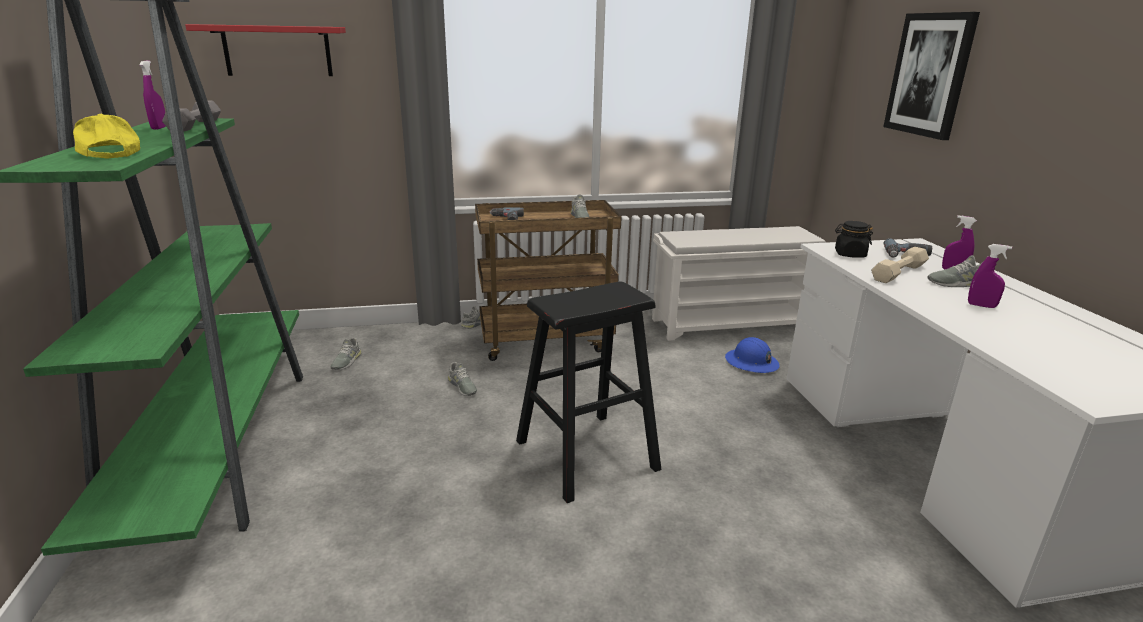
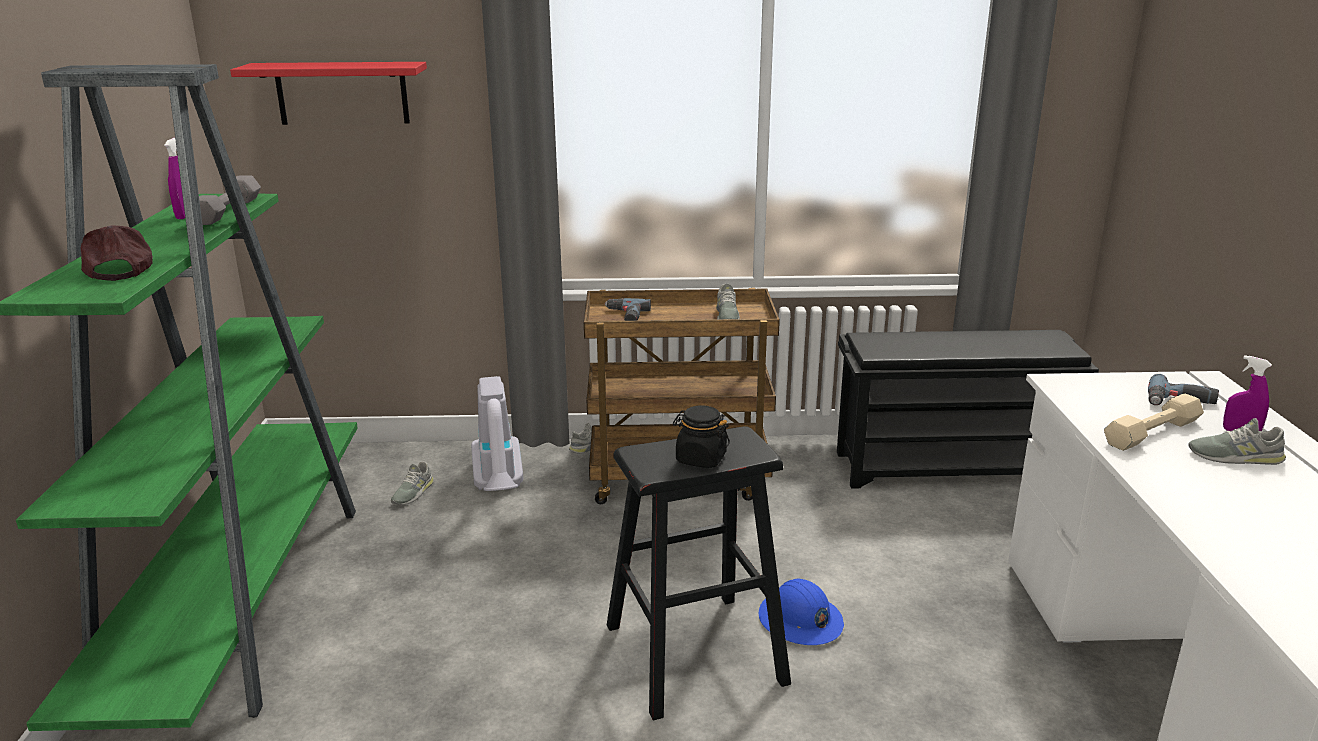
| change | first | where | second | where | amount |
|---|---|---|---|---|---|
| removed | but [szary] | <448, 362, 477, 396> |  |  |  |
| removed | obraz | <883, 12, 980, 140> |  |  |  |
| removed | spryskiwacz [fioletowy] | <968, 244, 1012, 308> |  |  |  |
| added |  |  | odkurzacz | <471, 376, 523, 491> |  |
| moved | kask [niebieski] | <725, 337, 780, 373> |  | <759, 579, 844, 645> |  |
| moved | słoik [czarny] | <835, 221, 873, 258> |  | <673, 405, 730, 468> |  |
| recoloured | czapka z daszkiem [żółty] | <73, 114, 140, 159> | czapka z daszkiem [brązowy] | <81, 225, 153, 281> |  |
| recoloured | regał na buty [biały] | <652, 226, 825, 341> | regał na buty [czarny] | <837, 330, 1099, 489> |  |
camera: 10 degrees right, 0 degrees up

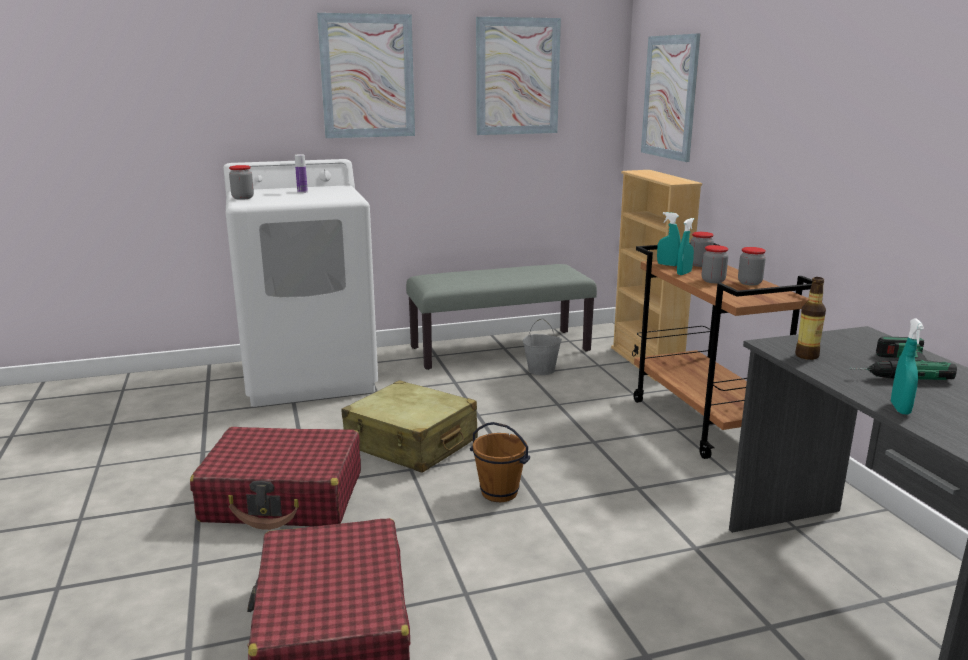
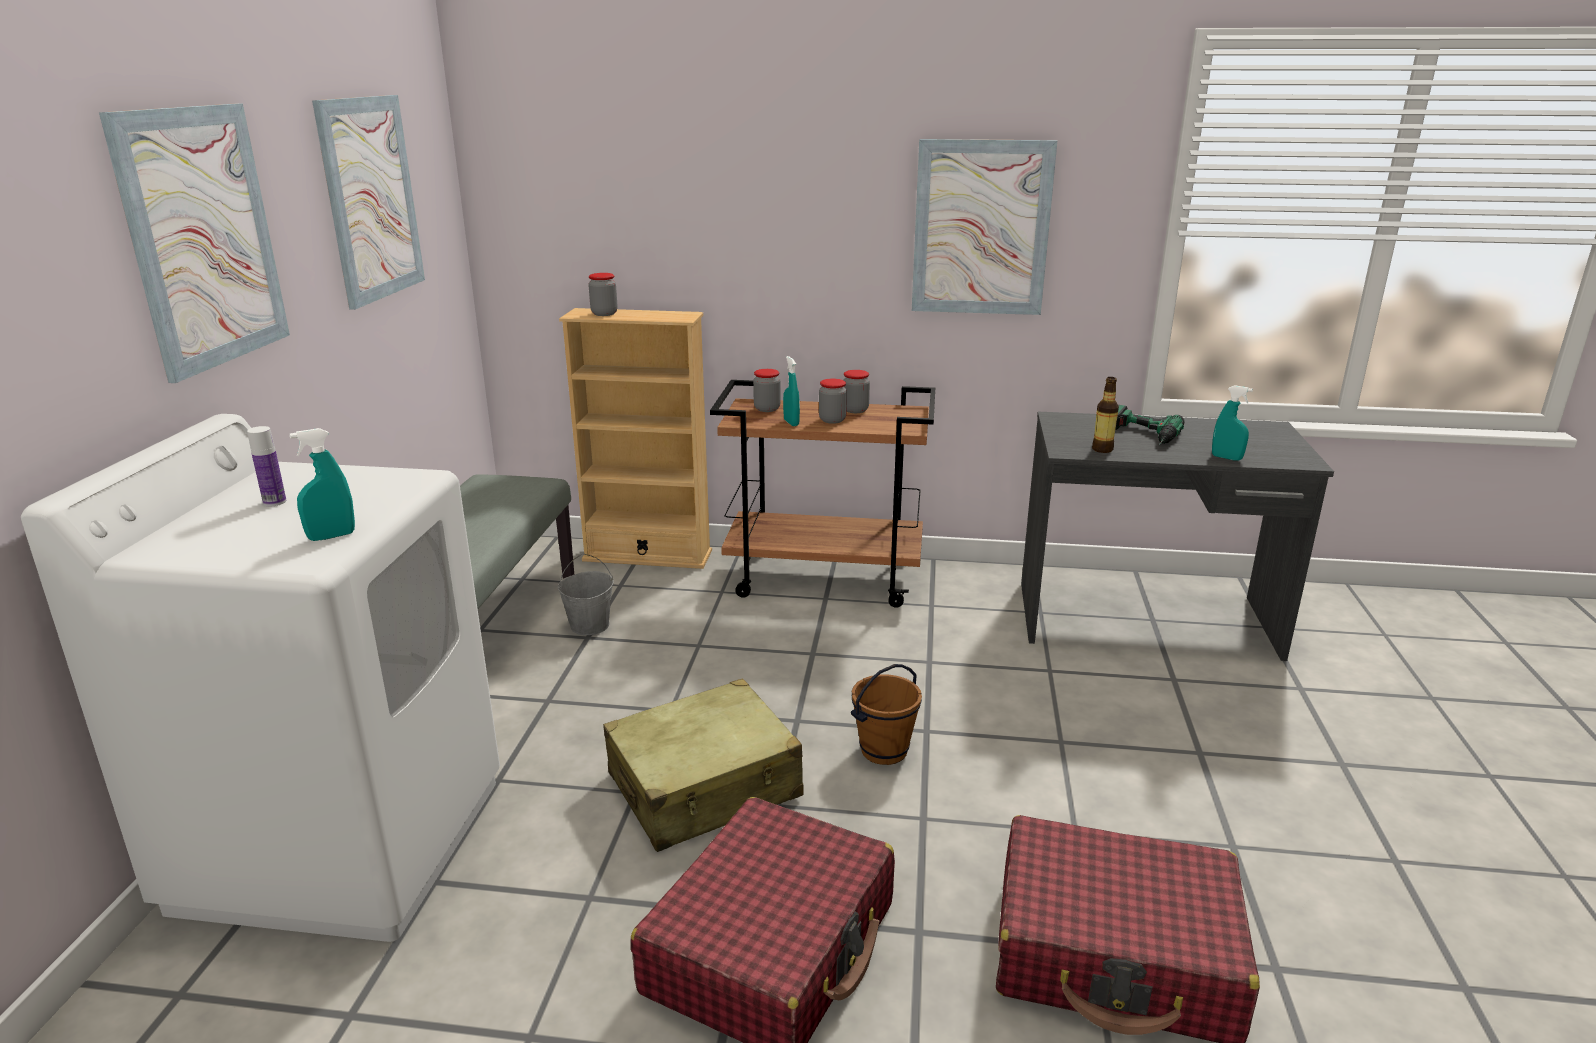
| change | first | where | second | where | amount |
|---|---|---|---|---|---|
| moved | słoik | <229, 165, 254, 200> |  | <588, 273, 618, 316> |  |
| moved | obraz | <641, 34, 700, 162> |  | <912, 139, 1057, 315> |  |
| moved | spryskiwacz [turkusowy] | <657, 212, 681, 266> |  | <289, 428, 355, 541> |  |
camera: 65 degrees left, 5 degrees up

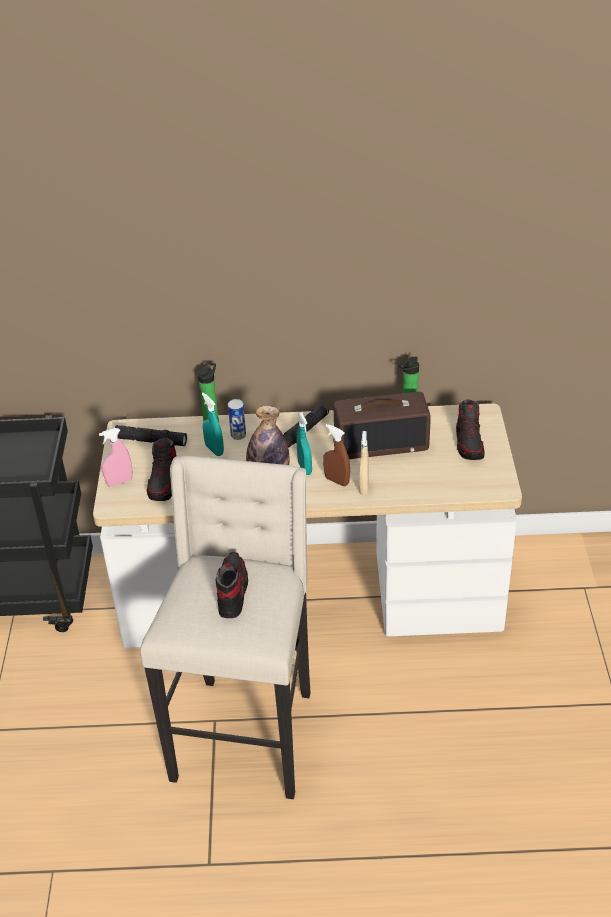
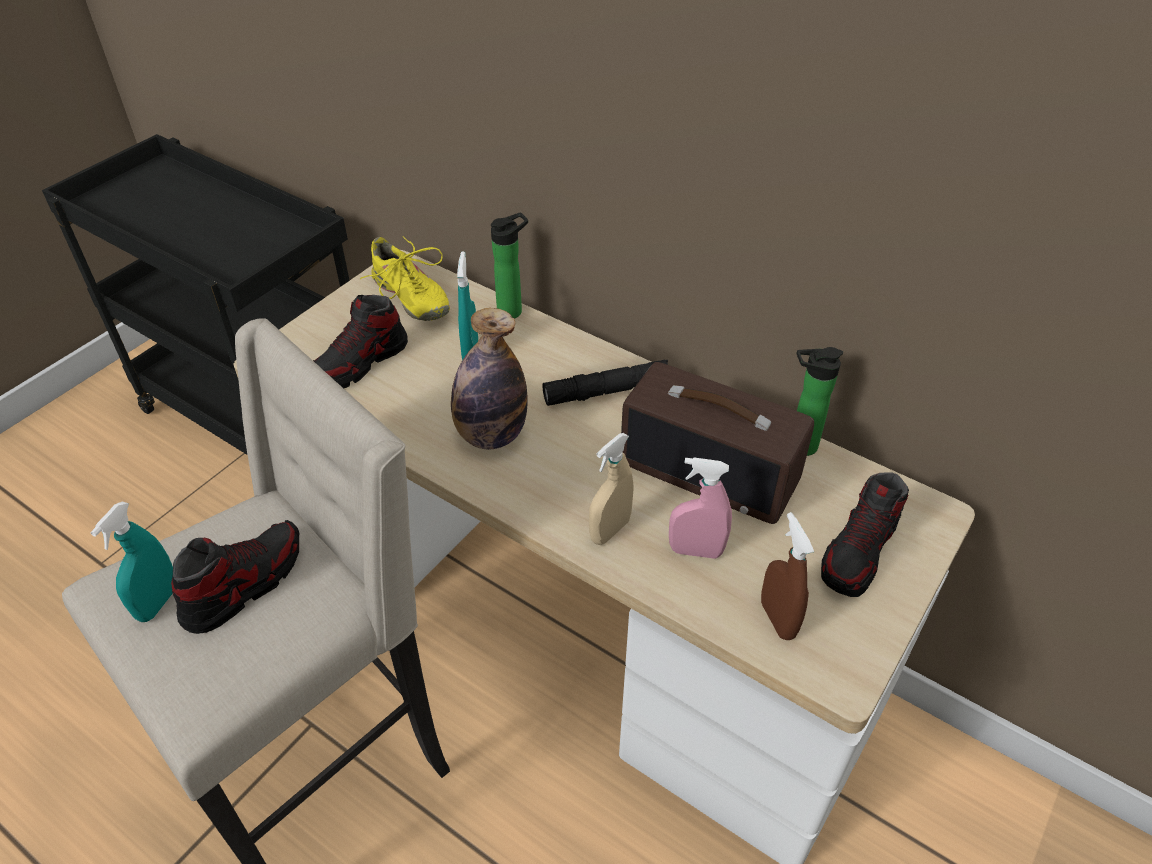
| change | first | where | second | where | amount |
|---|---|---|---|---|---|
| removed | puszka | <228, 399, 246, 440> |  |  |  |
| moved | spryskiwacz [różowy] | <99, 428, 133, 487> |  | <669, 457, 732, 559> |  |
| moved | spryskiwacz [turkusowy] | <297, 412, 312, 475> |  | <91, 502, 173, 622> |  |
| moved | spryskiwacz [brązowy] | <323, 424, 350, 486> |  | <761, 512, 814, 640> |  |
| replaced | latarka [czarny] | <115, 425, 187, 446> | but [żółty] | <360, 236, 450, 321> |  |
camera: 35 degrees right, 5 degrees up

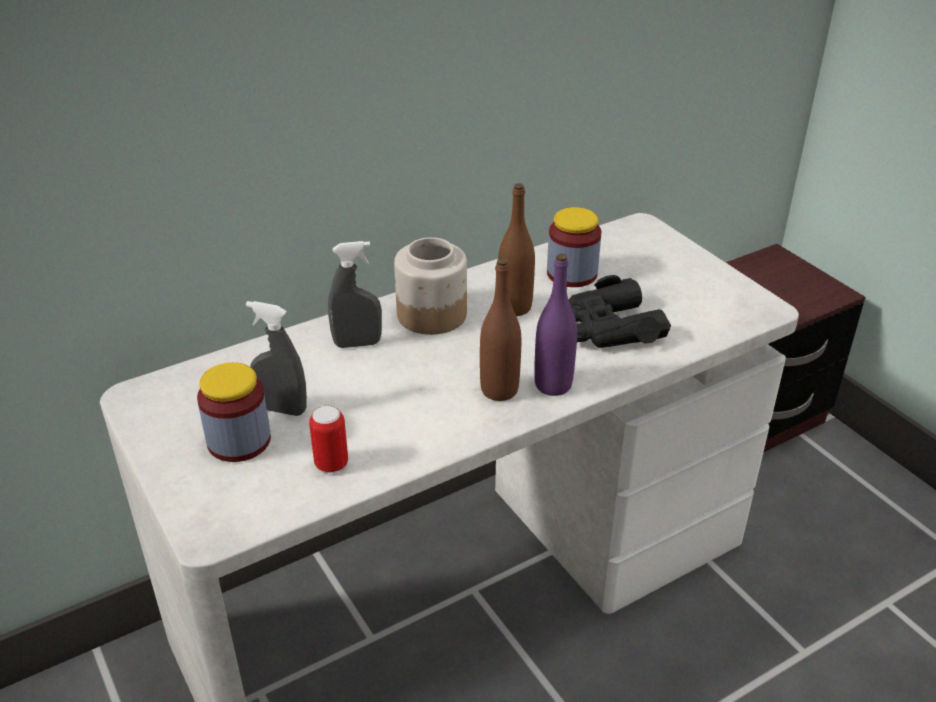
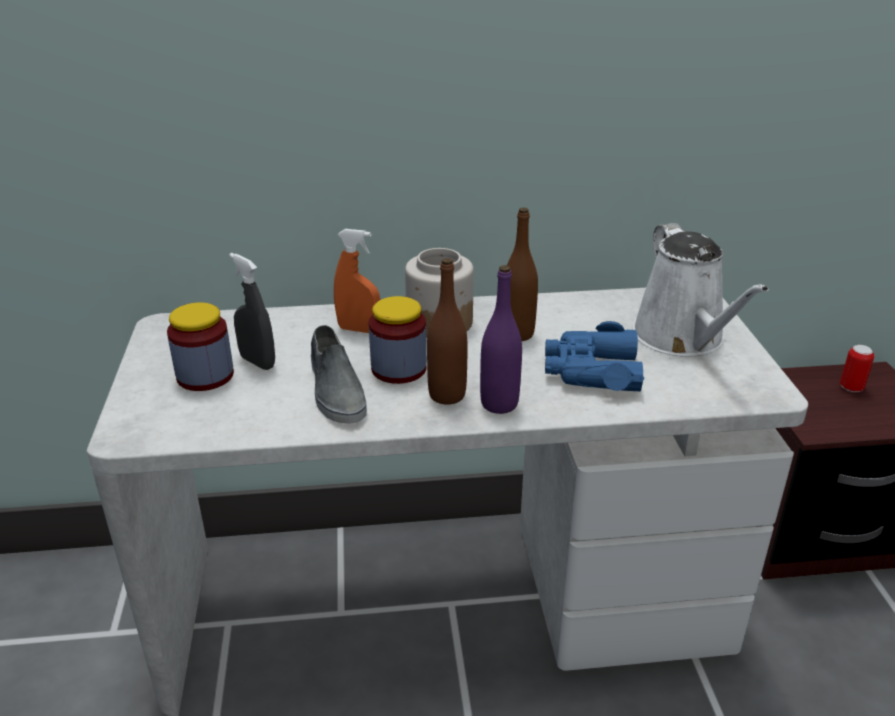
| change | first | where | second | where | amount |
|---|---|---|---|---|---|
| added |  |  | but [szary] | <311, 325, 367, 424> |  |
| added |  |  | konewka [biały] | <632, 223, 769, 357> |  |
| moved | puszka | <309, 406, 348, 473> |  | <840, 345, 874, 392> |  |
| moved | słoik | <547, 207, 601, 287> |  | <369, 296, 427, 384> |  |
| recoloured | spryskiwacz [szary] | <328, 241, 382, 348> | spryskiwacz [pomarańczowy] | <334, 229, 380, 333> |  |
| recoloured | lornetka [czarny] | <569, 275, 671, 348> | lornetka [niebieski] | <545, 321, 644, 392> |  |
camera: 25 degrees right, 5 degrees down

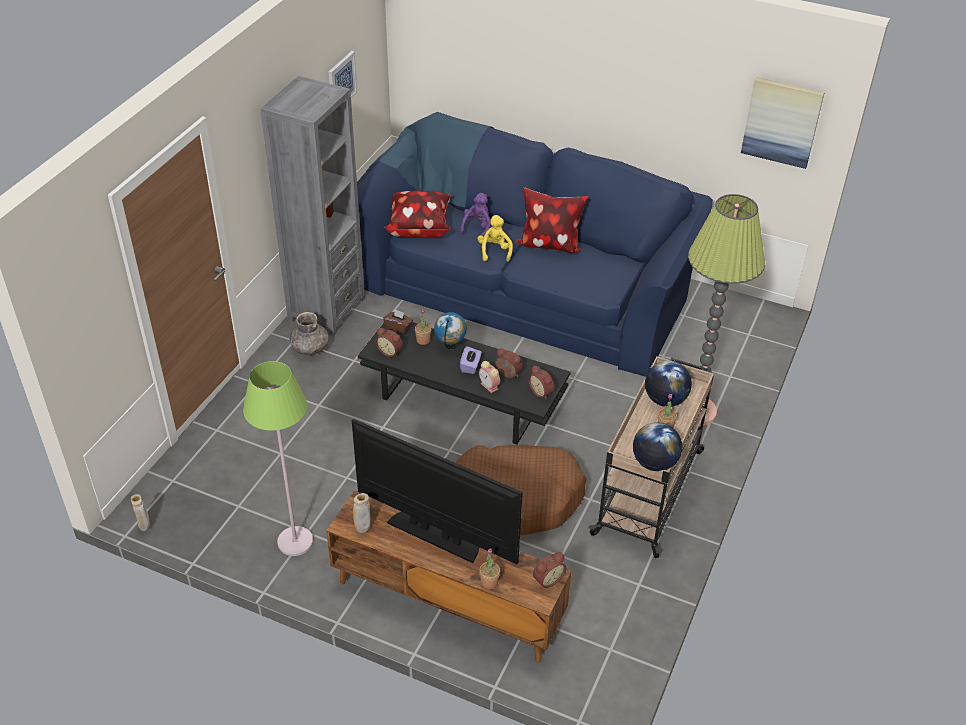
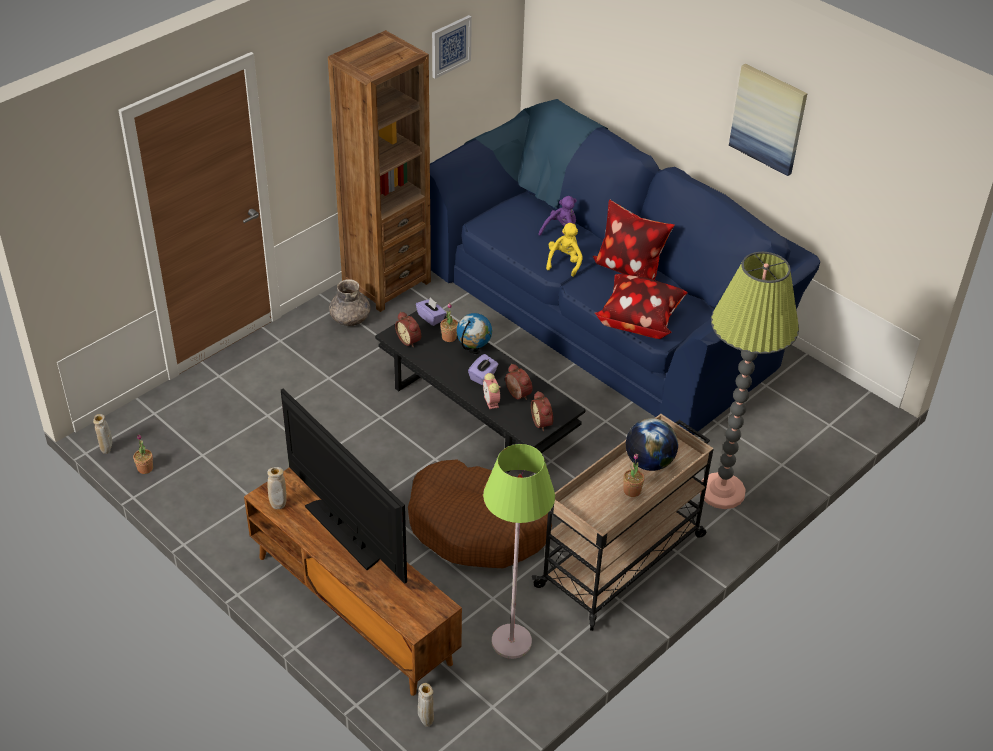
| change | first | where | second | where | amount |
|---|---|---|---|---|---|
| removed | budzik | <533, 552, 566, 588> |  |  |  |
| removed | globus | <633, 422, 682, 471> |  |  |  |
| added |  |  | wazon [beżowy] | <418, 683, 434, 727> |  |
| moved | lampa stojąca [zielony] | <243, 361, 313, 556> |  | <483, 444, 555, 659> |  |
| moved | poduszka | <384, 190, 451, 237> |  | <595, 274, 687, 339> |  |
| moved | roślina doniczkowa | <479, 549, 500, 589> |  | <133, 435, 153, 474> |  |
| moved | obraz | <741, 77, 824, 169> |  | <729, 64, 808, 176> |  |
| recoloured | regał [szary] | <260, 76, 365, 335> | regał [brązowy] | <328, 30, 431, 312> |  |
| recoloured | pudełko chusteczek [brązowy] | <383, 309, 413, 334> | pudełko chusteczek [fioletowy] | <416, 298, 446, 326> |  |
camera: 20 degrees right, 0 degrees up

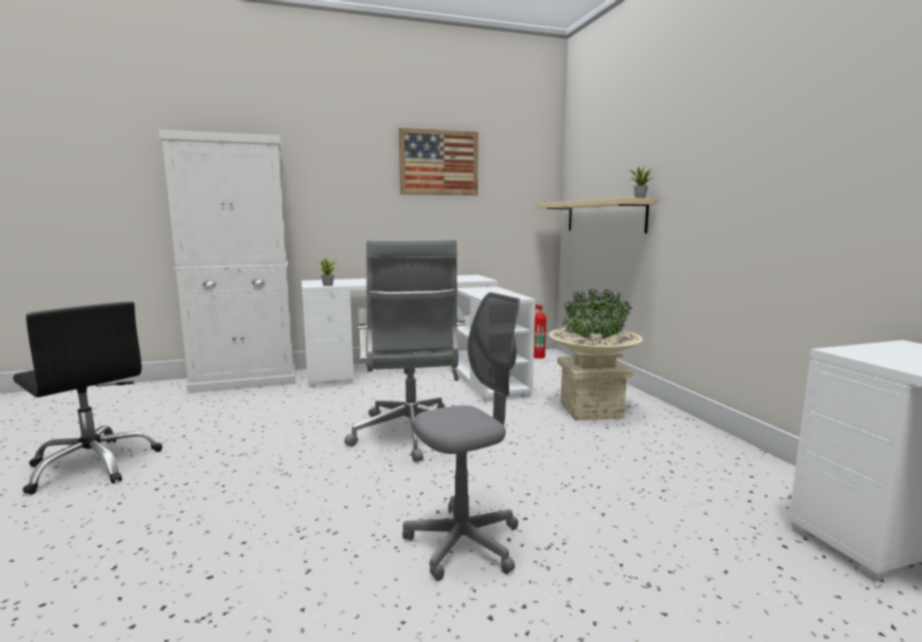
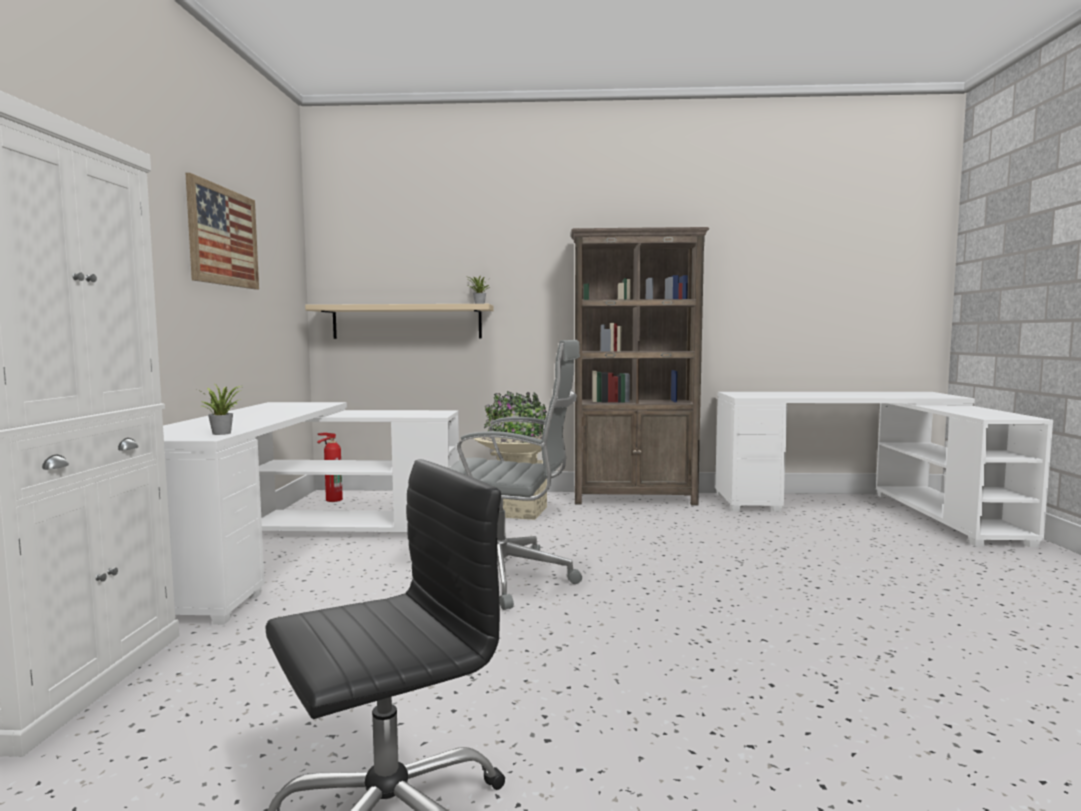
| change | first | where | second | where | amount |
|---|---|---|---|---|---|
| removed | krzesło biurowe [szary] | <403, 292, 520, 581> |  |  |  |
| added |  |  | regał [brązowy] | <571, 227, 709, 505> |  |
camera: 70 degrees left, 5 degrees down

